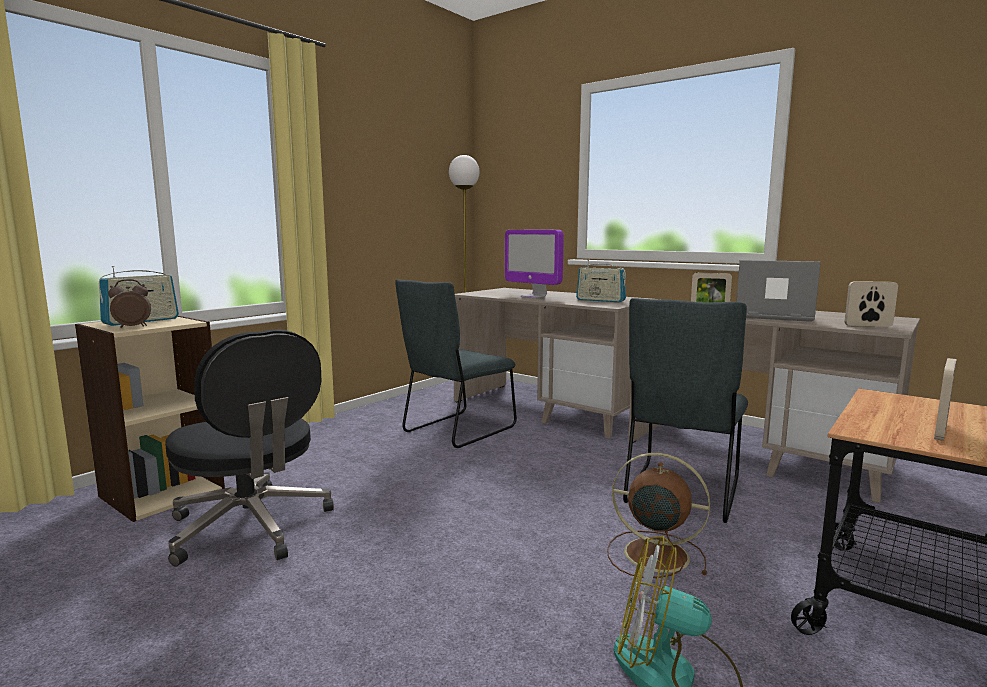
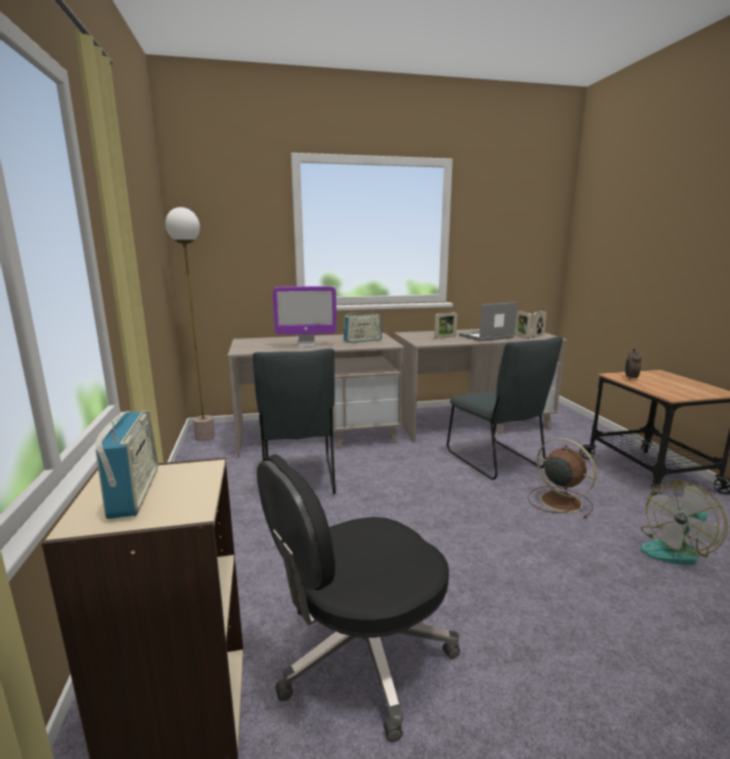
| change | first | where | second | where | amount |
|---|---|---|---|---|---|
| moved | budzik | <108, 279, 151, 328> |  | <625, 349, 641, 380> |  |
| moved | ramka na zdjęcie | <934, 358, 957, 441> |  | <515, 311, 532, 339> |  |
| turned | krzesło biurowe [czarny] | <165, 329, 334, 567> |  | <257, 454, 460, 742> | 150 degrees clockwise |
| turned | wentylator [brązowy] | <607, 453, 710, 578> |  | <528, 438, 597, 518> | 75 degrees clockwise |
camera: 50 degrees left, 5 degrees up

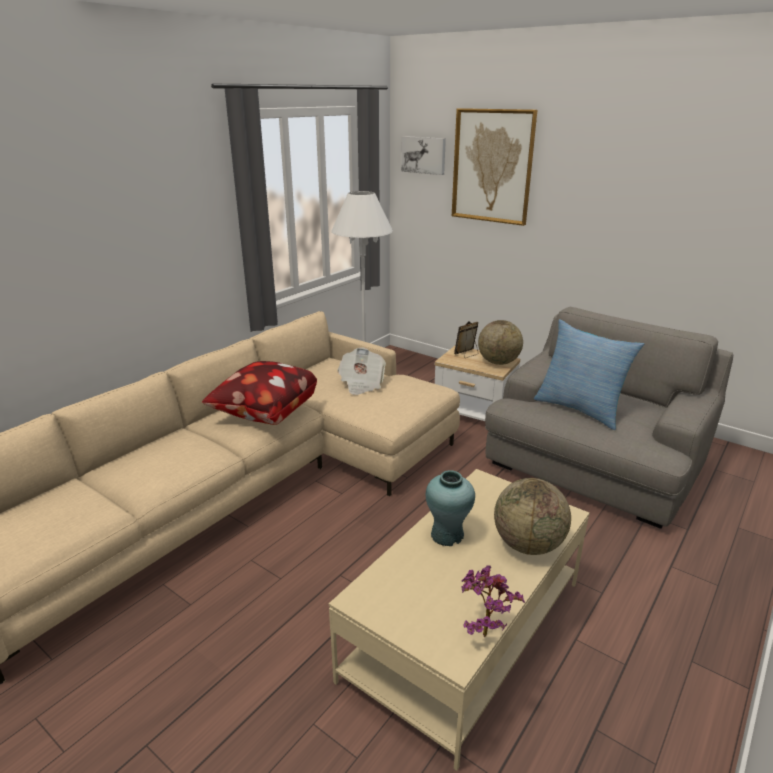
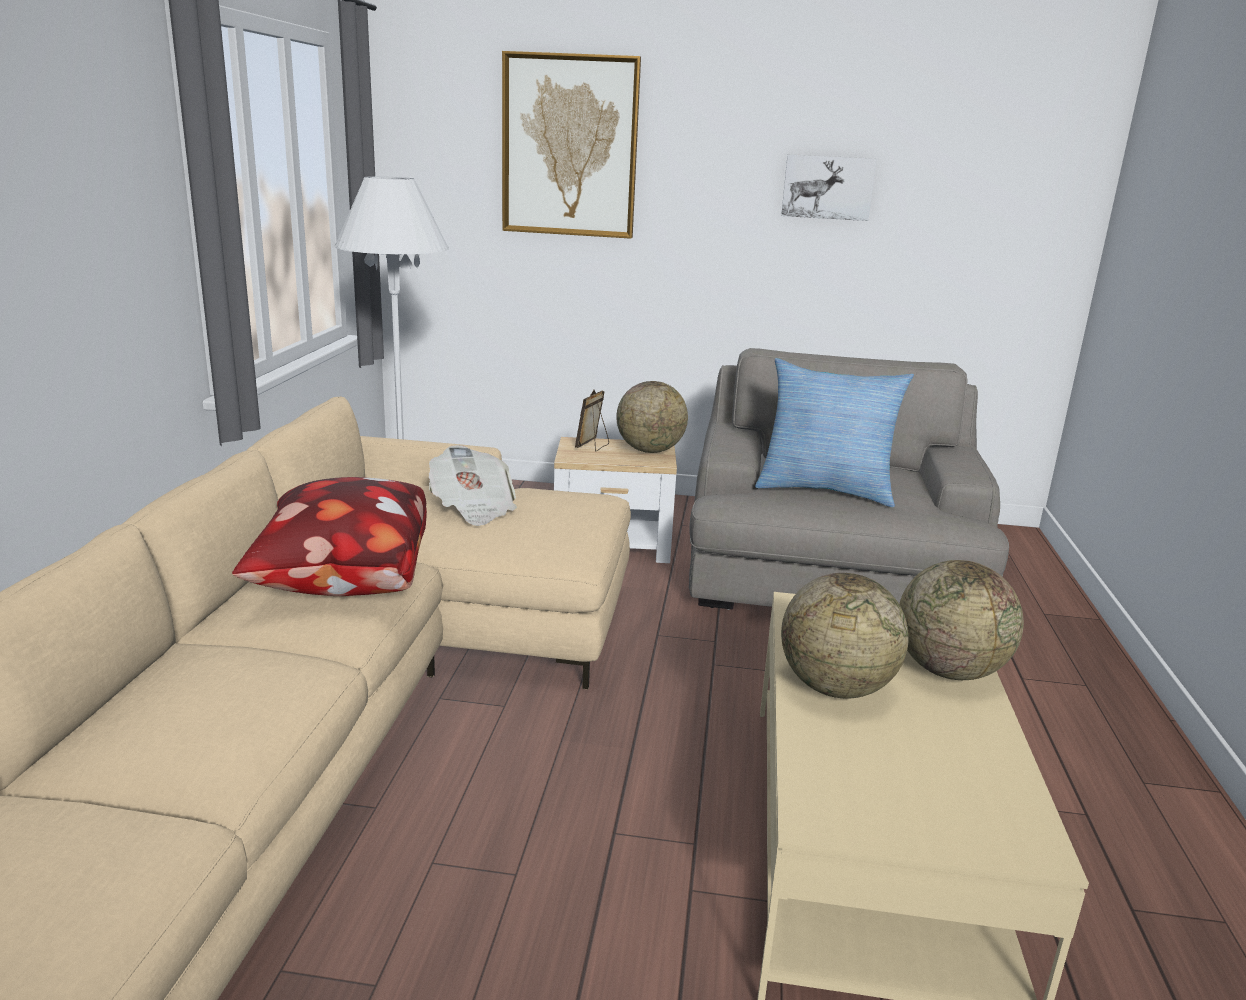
| change | first | where | second | where | amount |
|---|---|---|---|---|---|
| removed | roślina doniczkowa | <461, 565, 525, 637> |  |  |  |
| moved | obraz | <401, 136, 446, 175> |  | <781, 154, 877, 221> |  |
| replaced | wazon [turkusowy] | <426, 470, 475, 546> | globus | <781, 573, 909, 698> |  |
camera: 30 degrees left, 5 degrees down

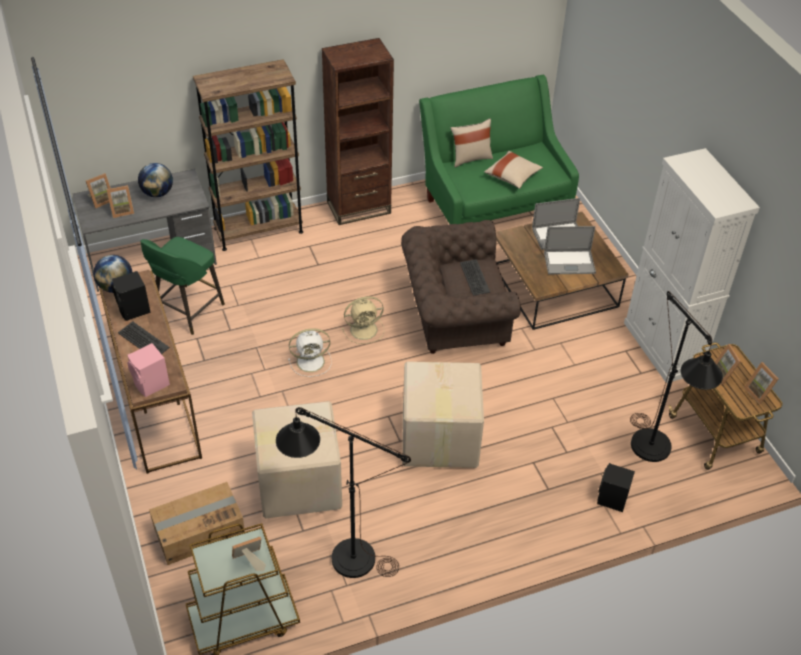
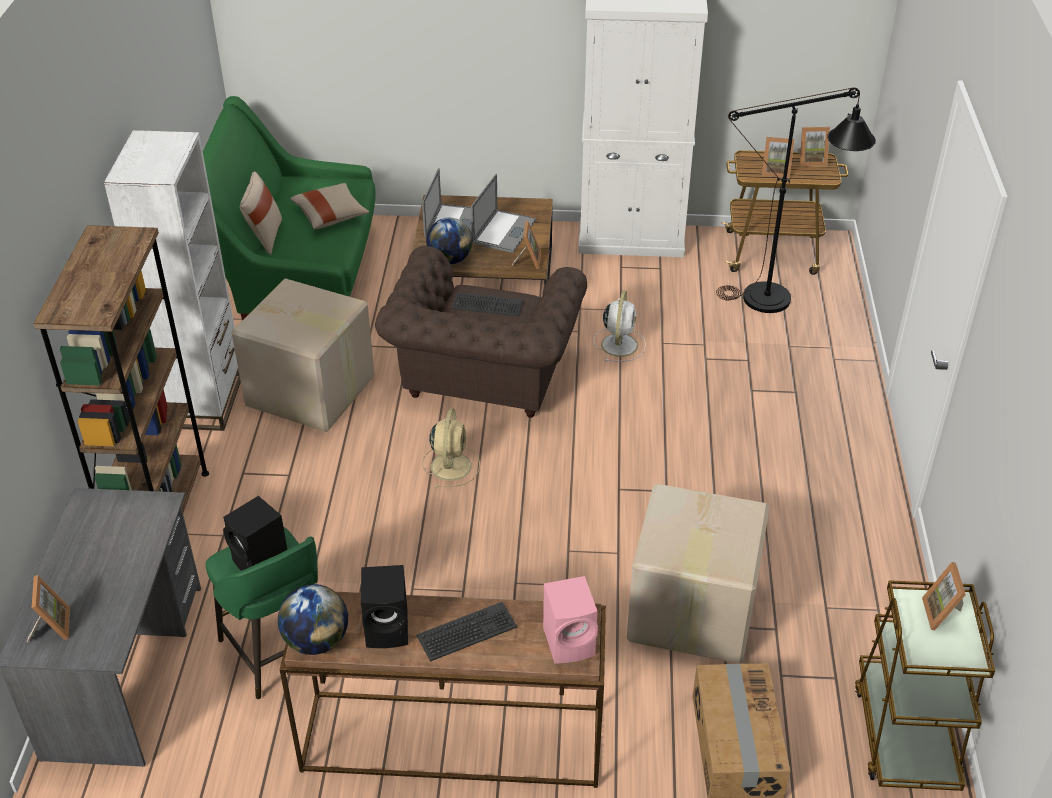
| change | first | where | second | where | amount |
|---|---|---|---|---|---|
| removed | lampa stojąca [czarny] | <276, 407, 411, 578> |  |  |  |
| moved | ramka na zdjęcie | <106, 185, 134, 218> |  | <511, 220, 541, 269> |  |
| moved | globus | <138, 163, 173, 197> |  | <426, 218, 473, 264> |  |
| moved | wentylator [biały] | <288, 328, 332, 377> |  | <593, 291, 646, 362> |  |
| moved | karton | <402, 361, 484, 468> |  | <231, 278, 375, 432> |  |
| moved | głośnik [czarny] | <597, 463, 635, 512> |  | <223, 496, 287, 571> |  |
| recoloured | regał [brązowy] | <322, 38, 394, 225> | regał [biały] | <104, 130, 241, 431> |  |
camera: 65 degrees left, 5 degrees down

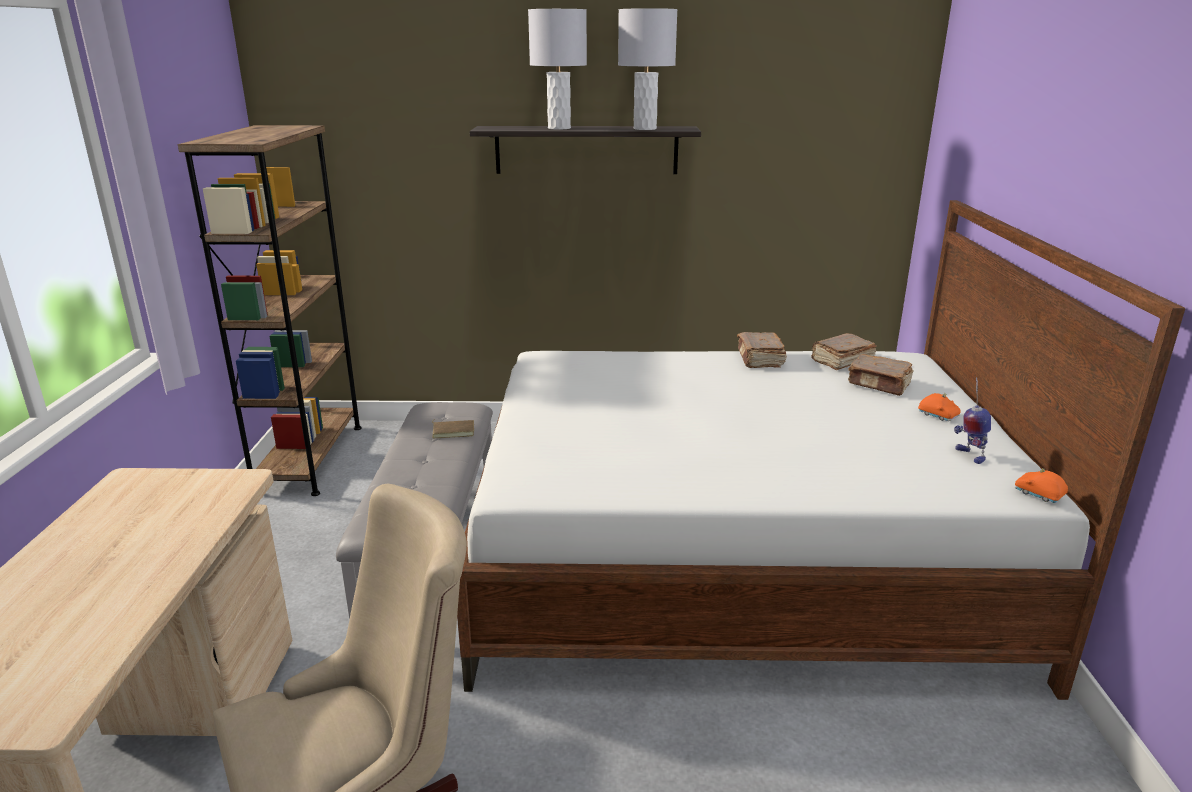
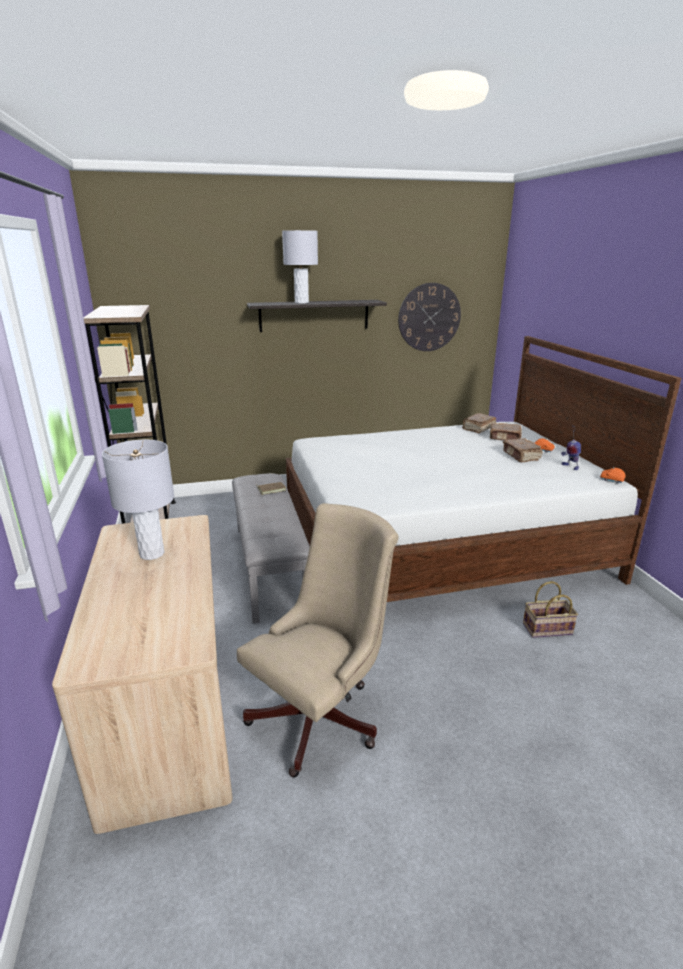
| change | first | where | second | where | amount |
|---|---|---|---|---|---|
| added |  |  | zegar ścienny | <398, 283, 461, 351> |  |
| added |  |  | koszyk | <523, 581, 578, 638> |  |
| moved | lampa stołowa [szary] | <618, 8, 678, 130> |  | <102, 440, 174, 560> |  |
| moved | książka [brązowy] | <737, 332, 787, 368> |  | <503, 438, 543, 462> |  |
camera: 15 degrees left, 0 degrees up

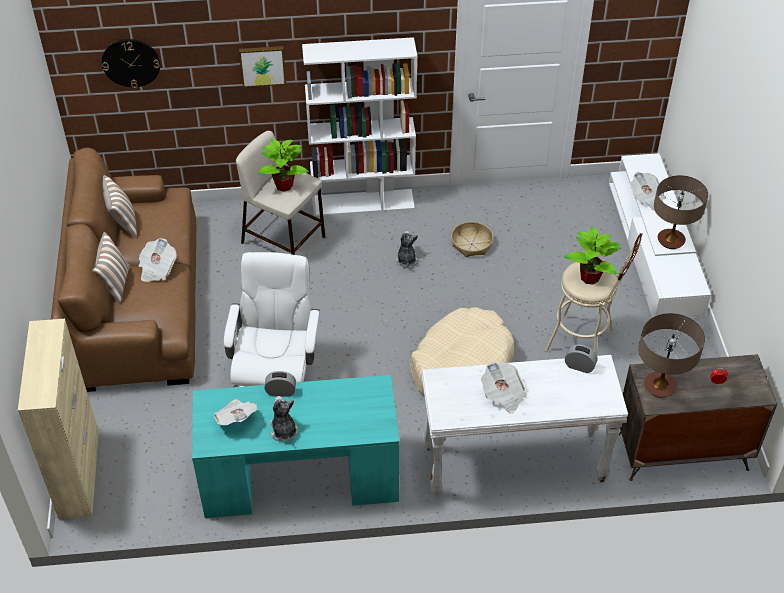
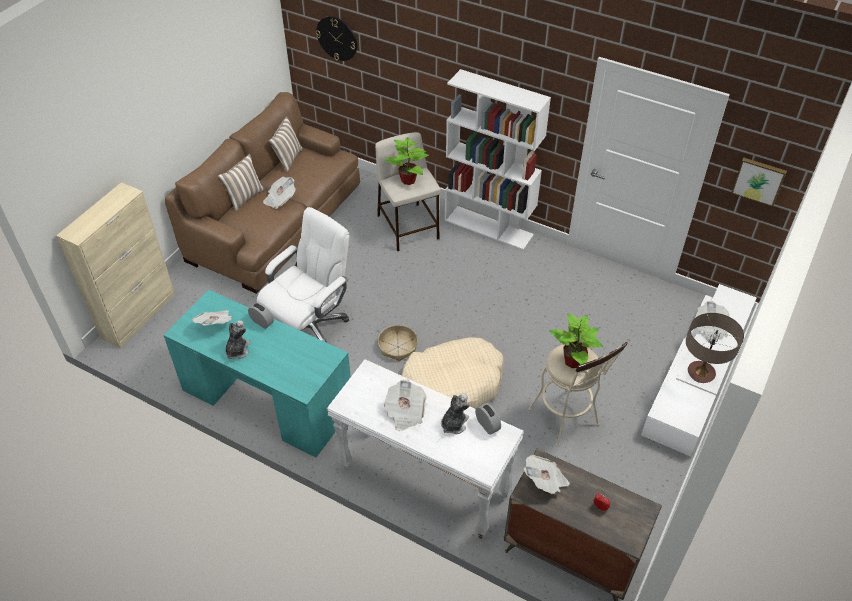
| change | first | where | second | where | amount |
|---|---|---|---|---|---|
| moved | obraz | <239, 46, 286, 87> |  | <731, 158, 787, 207> |  |
| moved | pluszak | <396, 231, 418, 267> |  | <441, 393, 469, 434> |  |
| moved | koszyk | <451, 222, 493, 257> |  | <378, 325, 418, 361> |  |
| replaced | lampa stołowa | <638, 313, 705, 398> | gazeta | <524, 455, 570, 494> |  |
camera: 35 degrees right, 0 degrees up

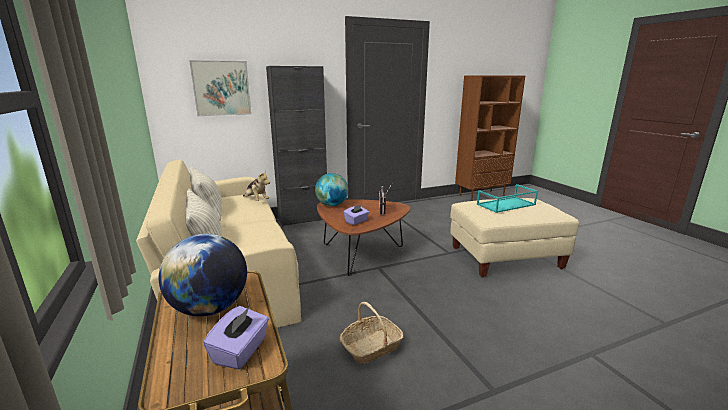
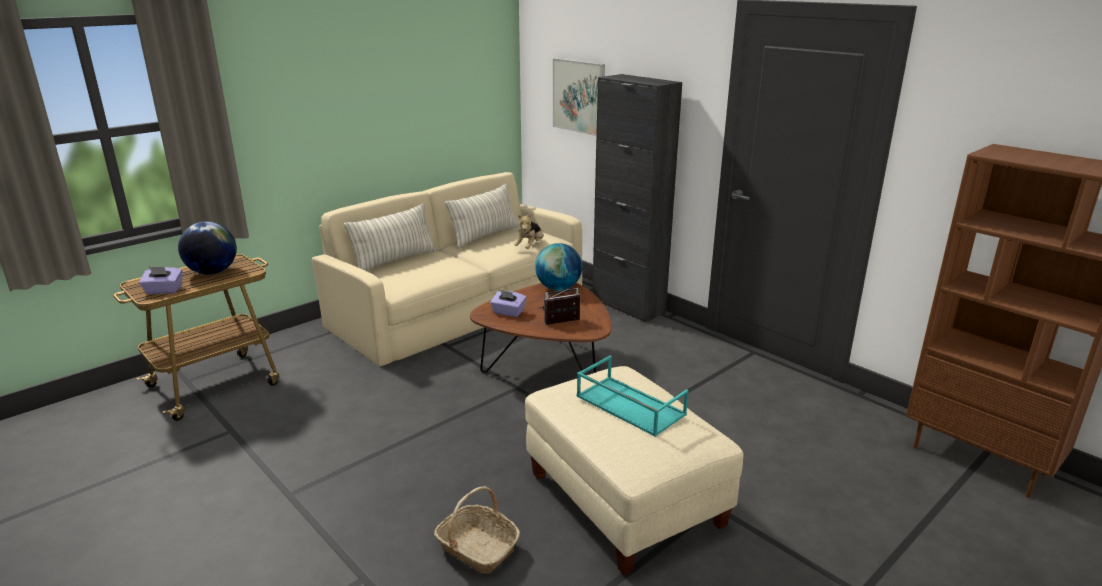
| change | first | where | second | where | amount |
|---|---|---|---|---|---|
| moved | koszyk | <340, 302, 403, 364> |  | <434, 486, 520, 574> |  |
camera: 70 degrees right, 5 degrees up

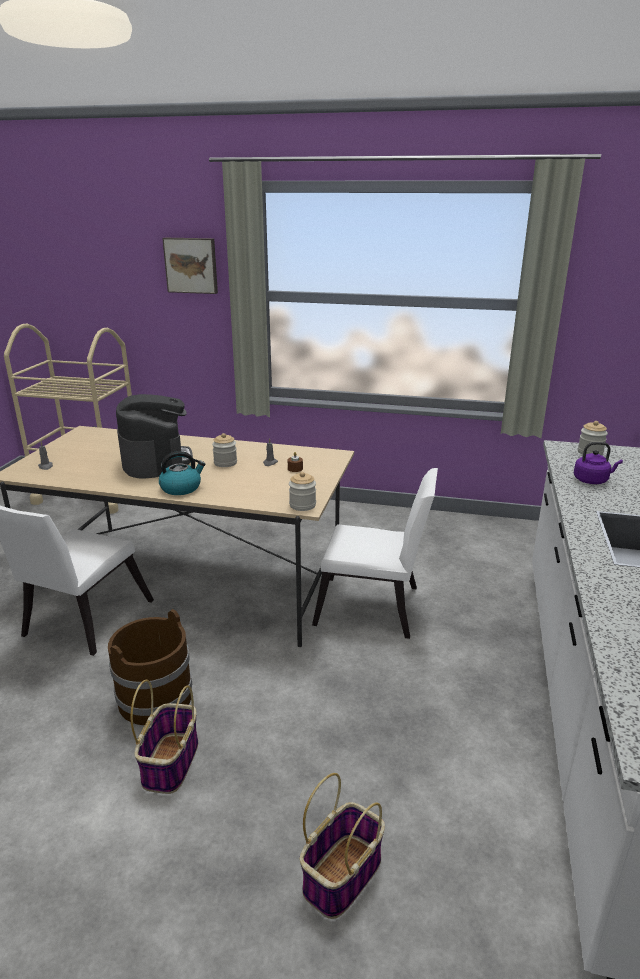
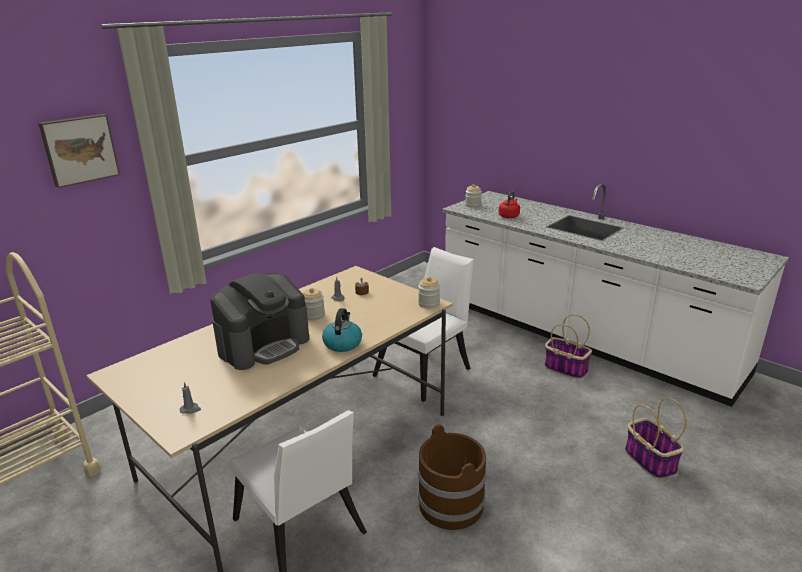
| change | first | where | second | where | amount |
|---|---|---|---|---|---|
| moved | koszyk | <130, 680, 198, 794> |  | <544, 314, 592, 379> |  |
| recoloured | czajnik [fioletowy] | <574, 442, 623, 484> | czajnik [czerwony] | <499, 191, 520, 218> |  |
| turned | ekspres do kawy | <116, 394, 193, 479> |  | <210, 273, 309, 370> | 120 degrees clockwise |
camera: 60 degrees left, 0 degrees up

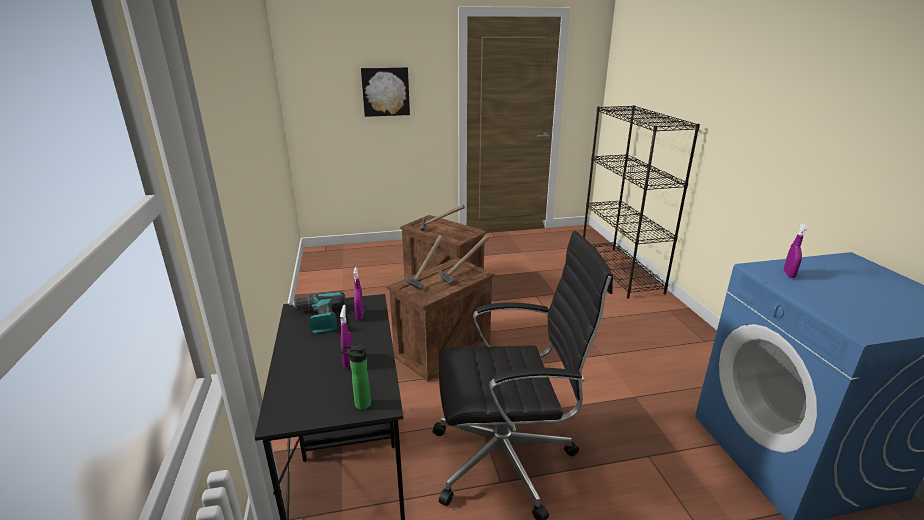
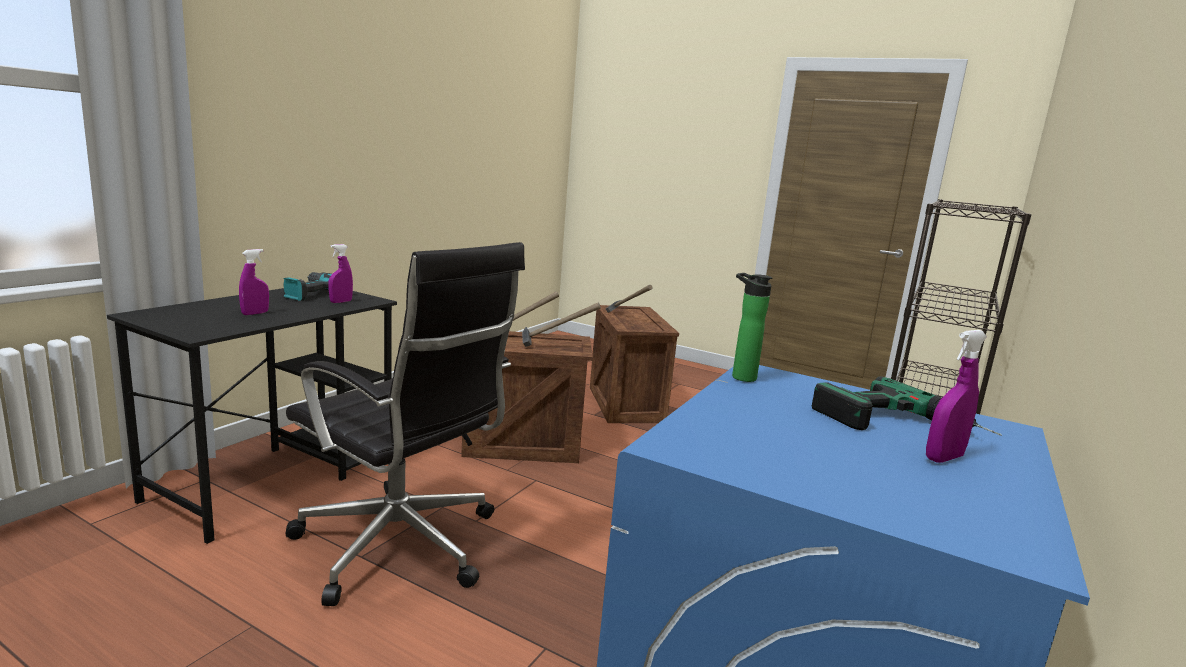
| change | first | where | second | where | amount |
|---|---|---|---|---|---|
| removed | obraz | <361, 67, 410, 117> |  |  |  |
| added |  |  | wiertarka | <811, 376, 1002, 436> |  |
| moved | butelka | <341, 345, 371, 410> |  | <732, 273, 772, 382> |  |
| moved | spryskiwacz [fioletowy] | <784, 223, 808, 278> |  | <926, 330, 987, 462> |  |
camera: 40 degrees right, 10 degrees down

